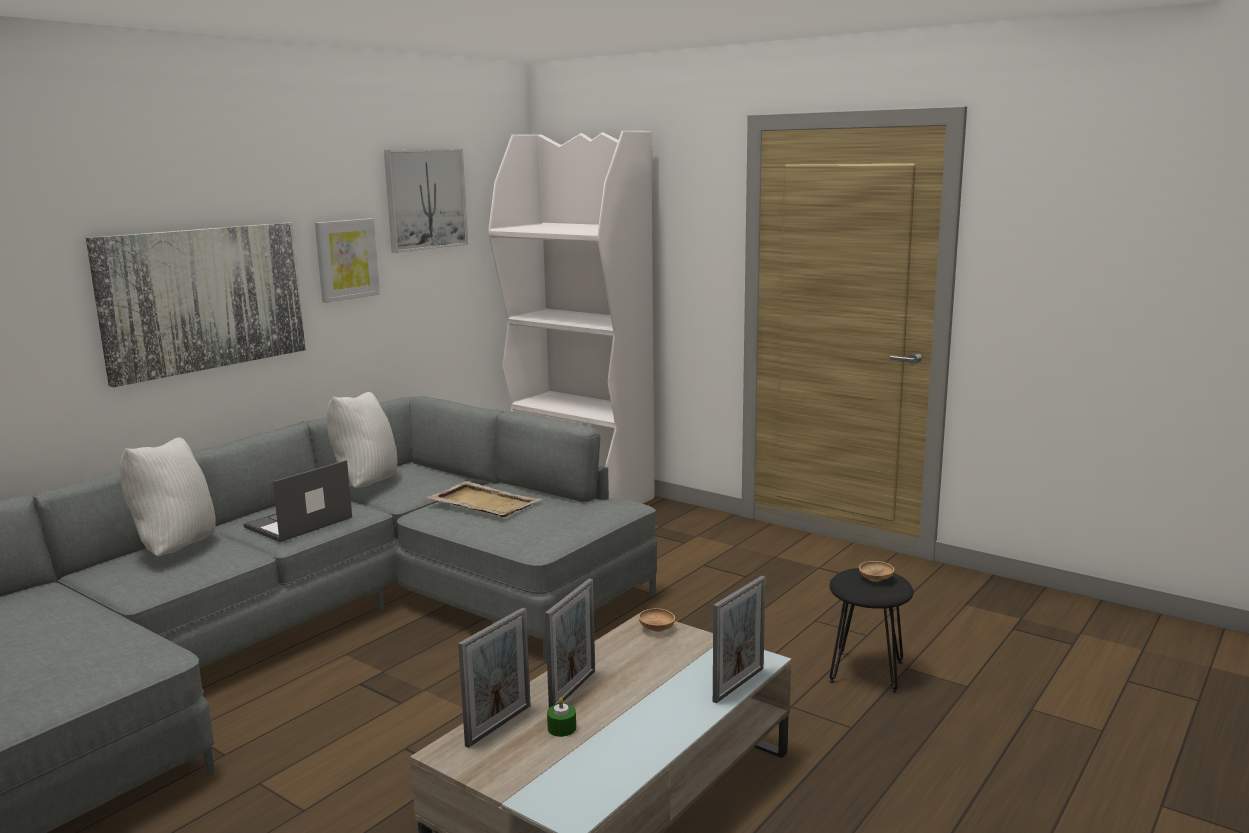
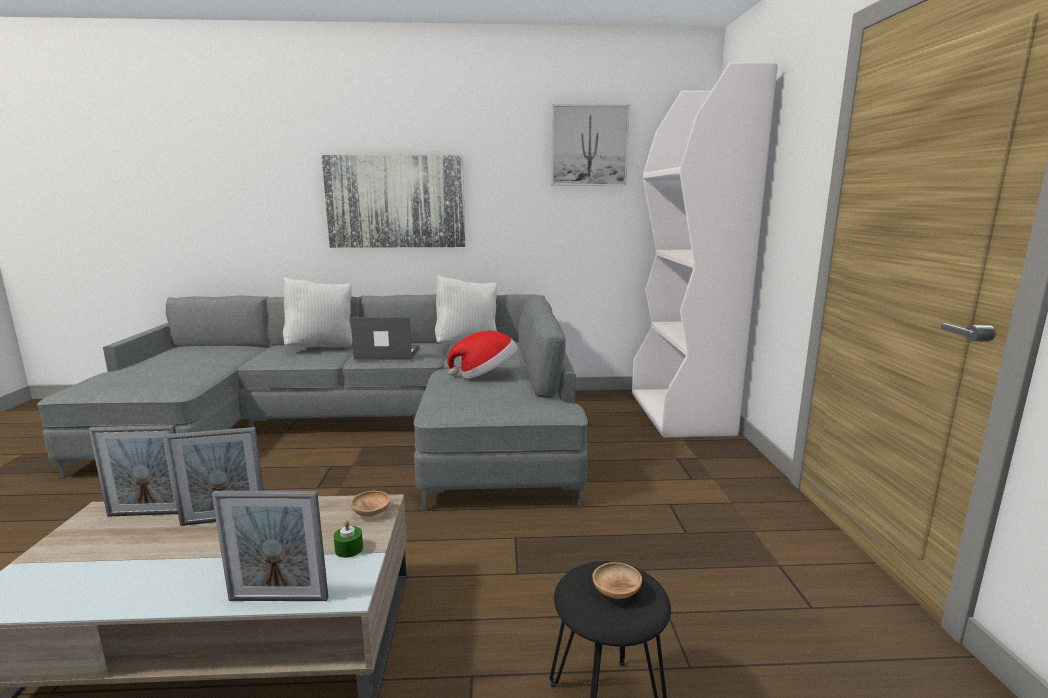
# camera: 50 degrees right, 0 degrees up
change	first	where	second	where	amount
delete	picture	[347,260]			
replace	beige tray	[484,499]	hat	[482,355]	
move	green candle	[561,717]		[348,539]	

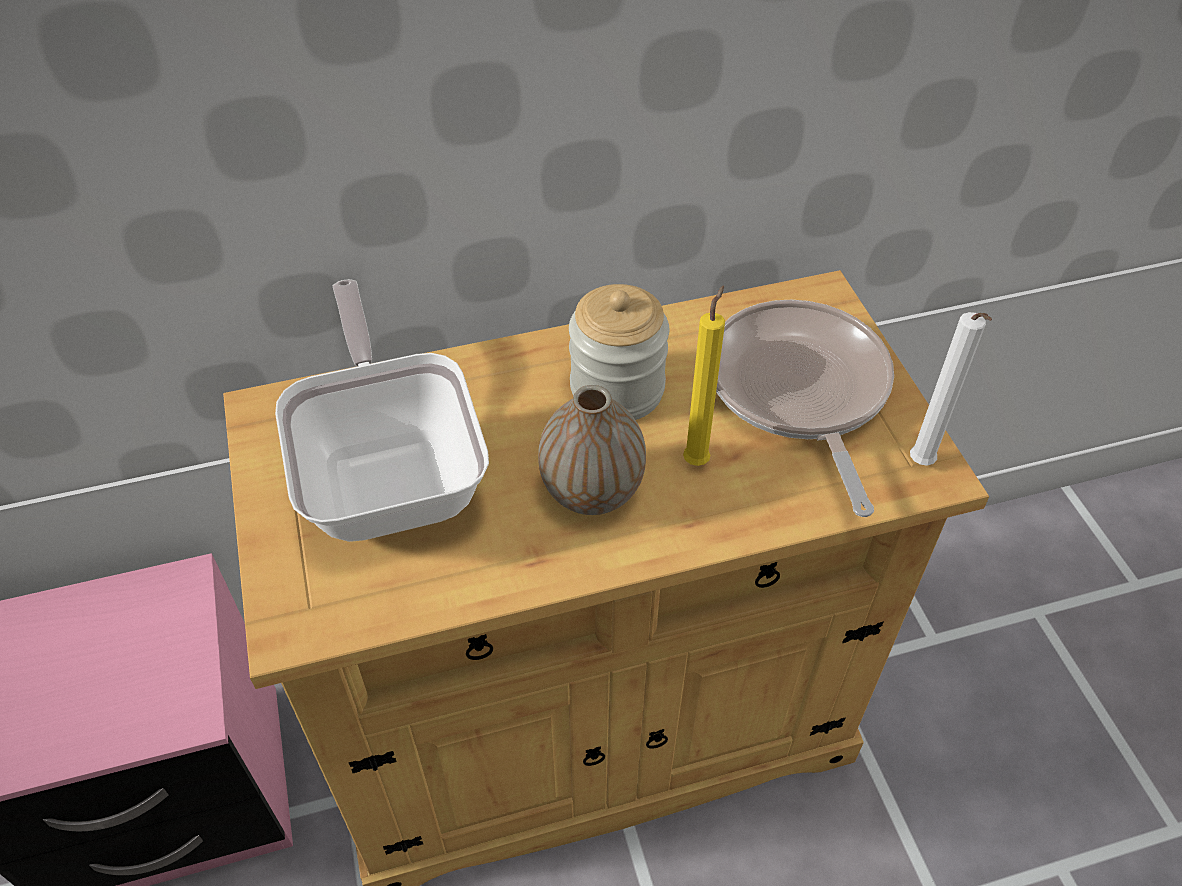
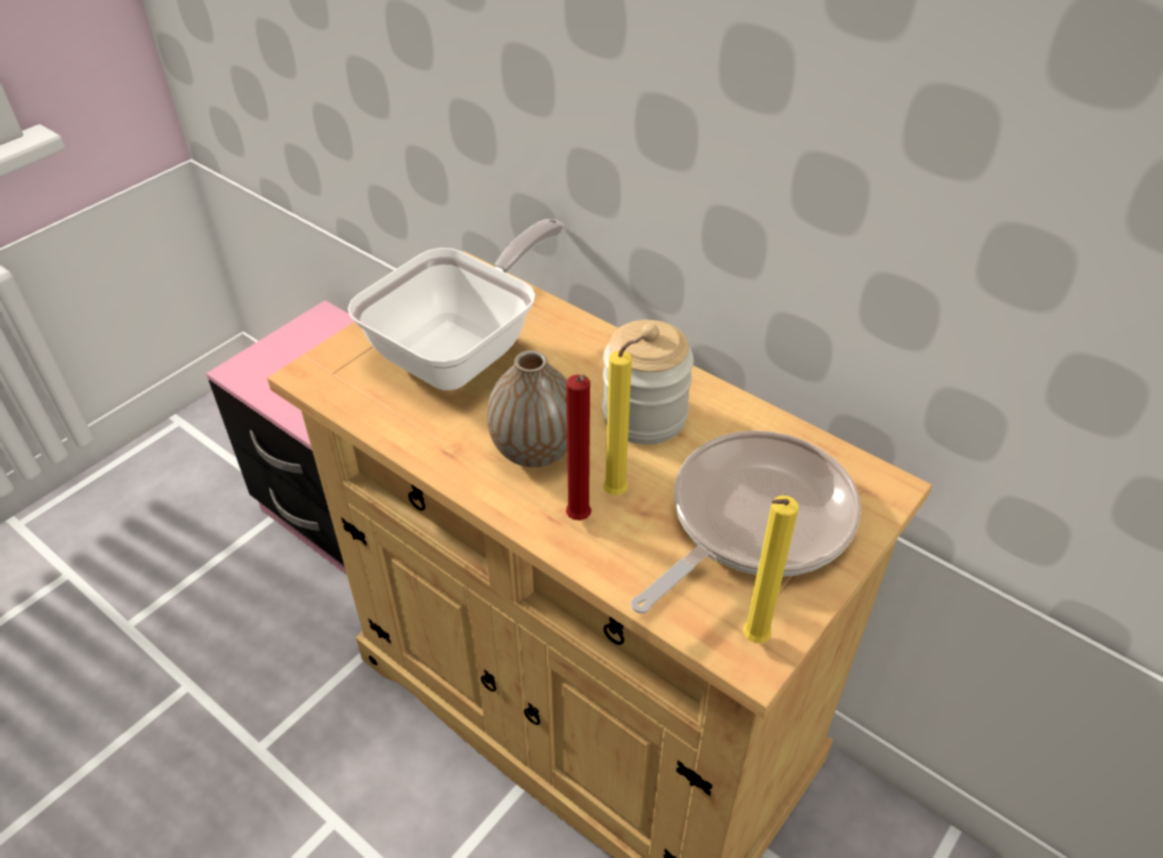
# camera: 55 degrees right, 5 degrees down
change	first	where	second	where	amount
recolor	white candle	[951,389]	yellow candle	[771,569]	
insert			red candle	[579,447]	

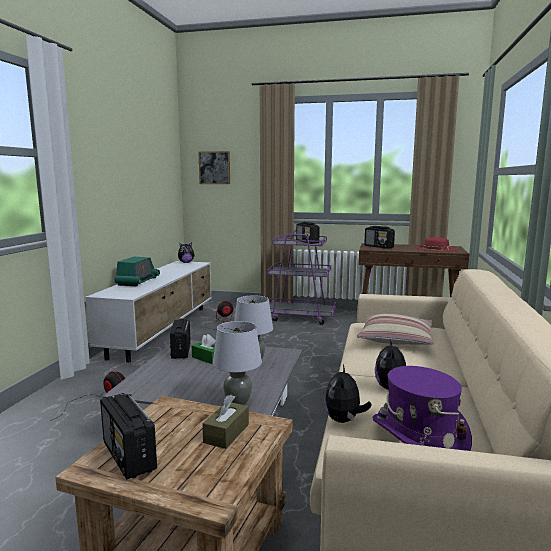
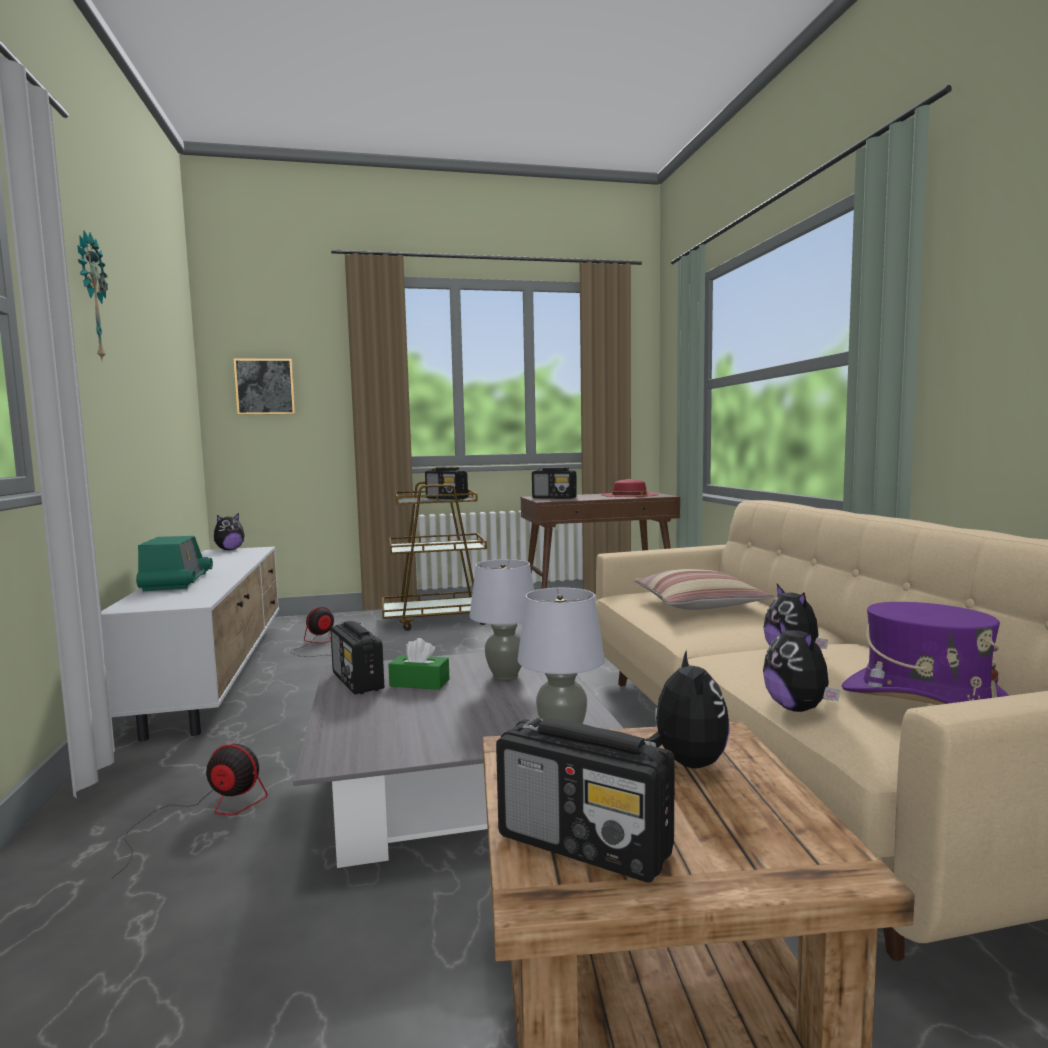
# camera: 25 degrees left, 5 degrees down
change	first	where	second	where	amount
recolor	purple cart	[301,277]	brown cart	[434,556]	
replace	brown tissue box	[225,422]	plush toy	[687,709]	
insert			wall clock	[92,296]	

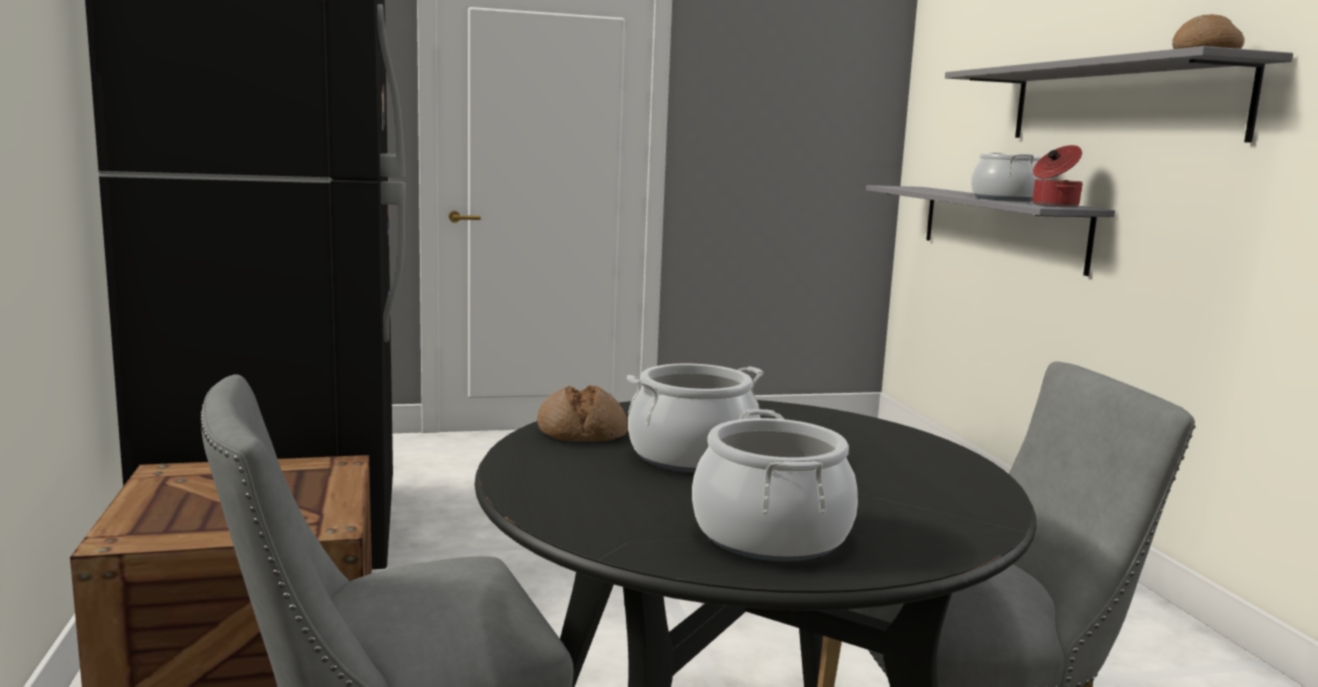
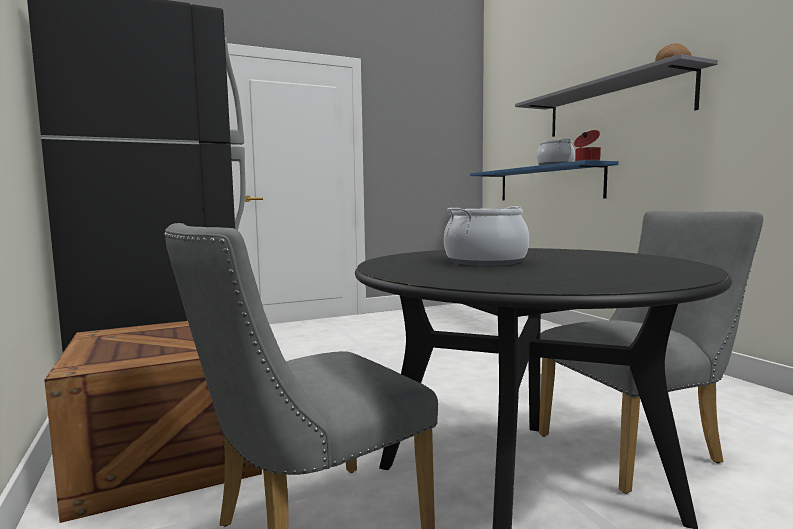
# camera: 10 degrees left, 5 degrees down
change	first	where	second	where	amount
recolor	grey shelf	[990,230]	blue shelf	[544,180]	
delete	bread	[582,413]			
delete	cooking pot	[775,485]			

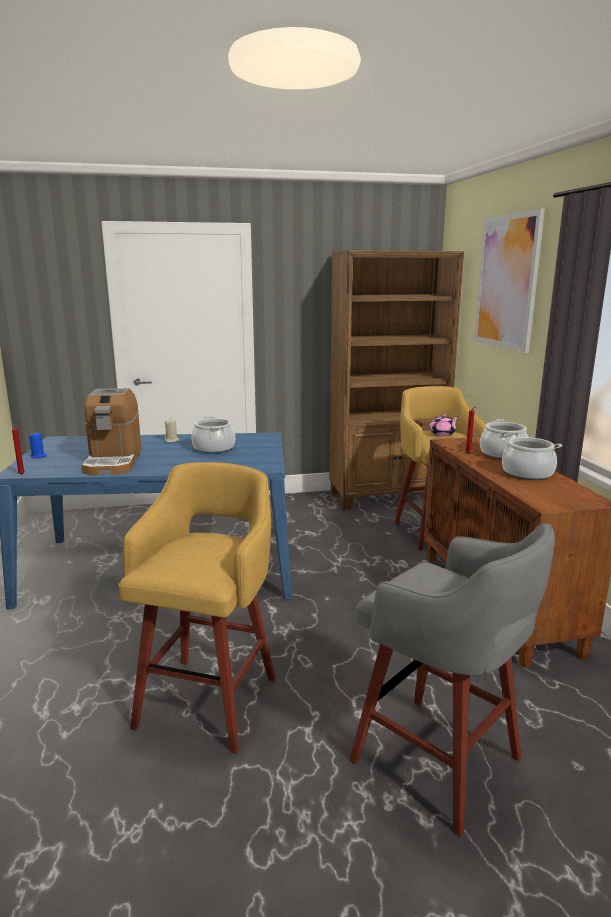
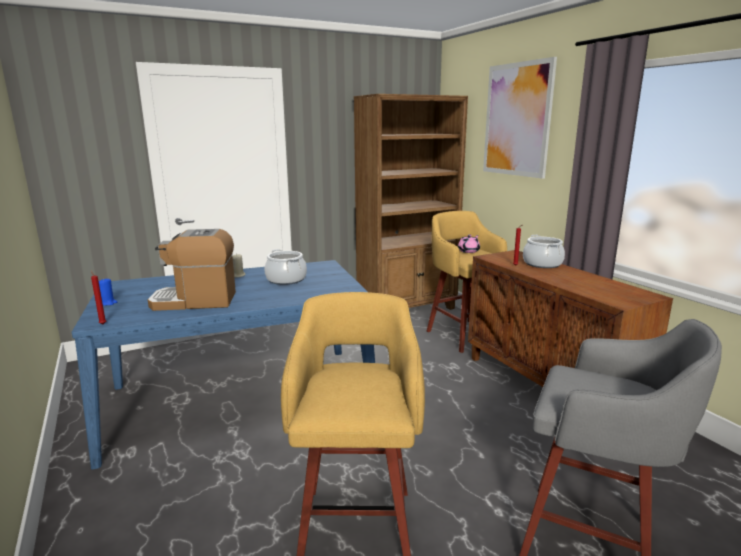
# camera: 15 degrees left, 0 degrees up
change	first	where	second	where	amount
rotate	coffee machine	[112,431]		[192,270]	105 degrees clockwise
delete	cooking pot	[531,458]			

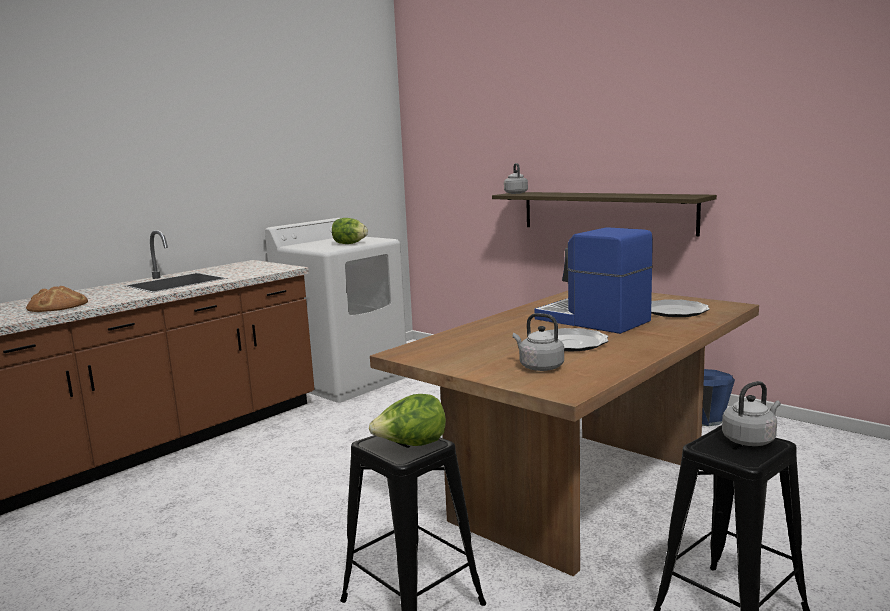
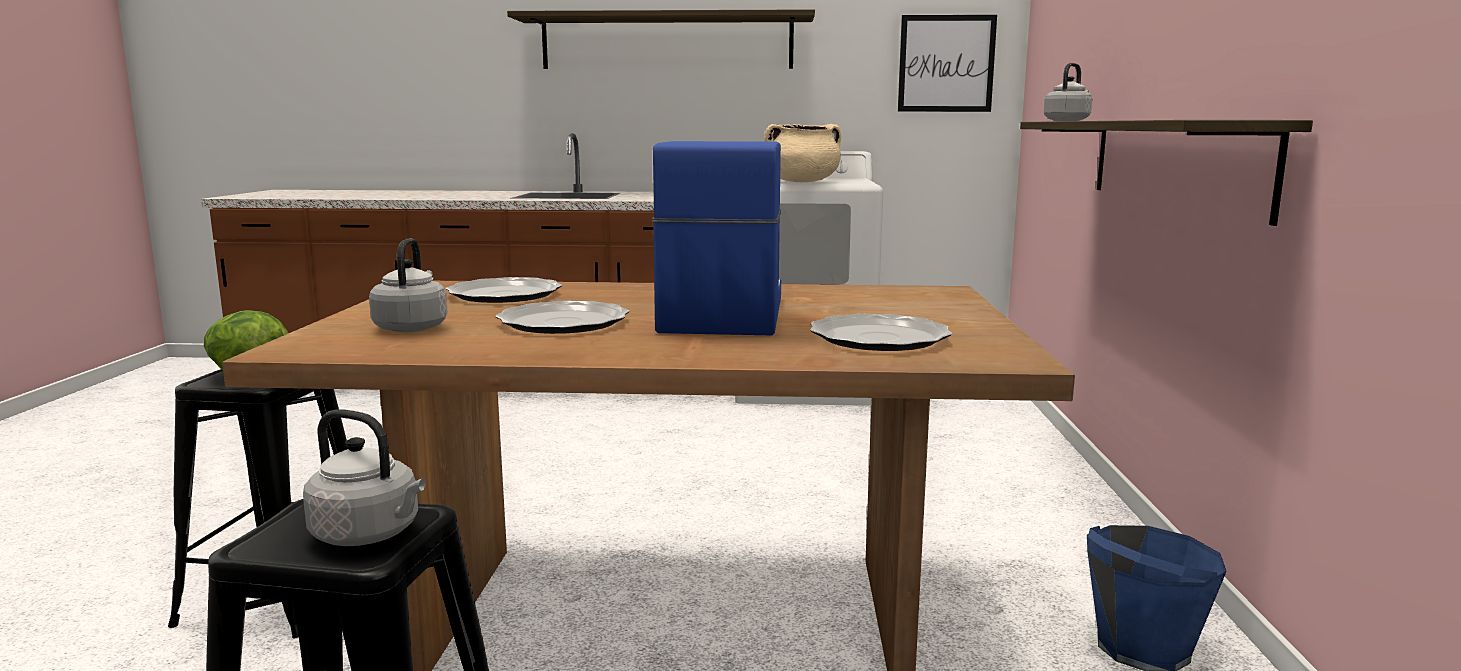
# camera: 50 degrees right, 0 degrees up
change	first	where	second	where	amount
replace	lettuce	[350,231]	beige cooking pot	[803,153]	
delete	bread	[57,299]			
insert			shelf	[661,39]	
insert			picture	[947,63]	
insert			plate	[504,290]	

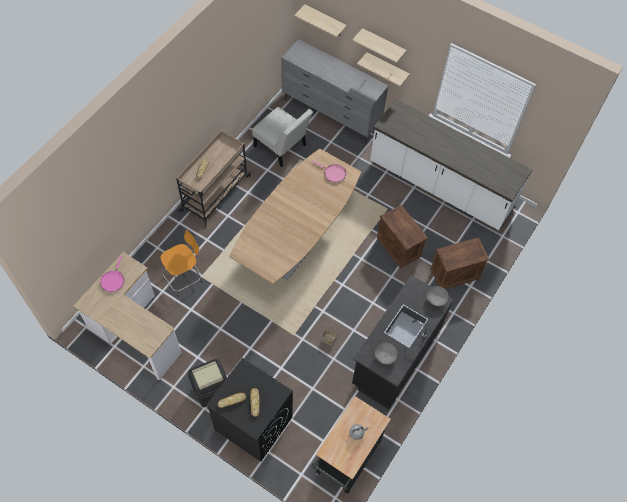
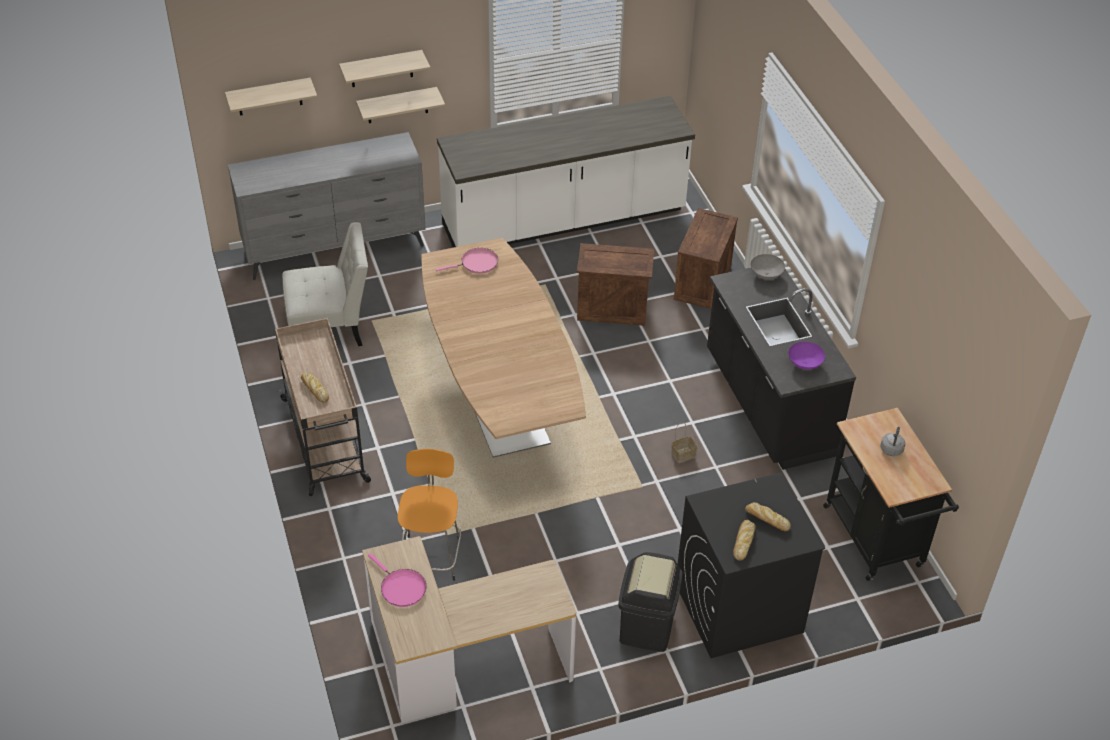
# camera: 50 degrees left, 15 degrees down
change	first	where	second	where	amount
recolor	grey bowl	[386,353]	purple bowl	[806,356]	

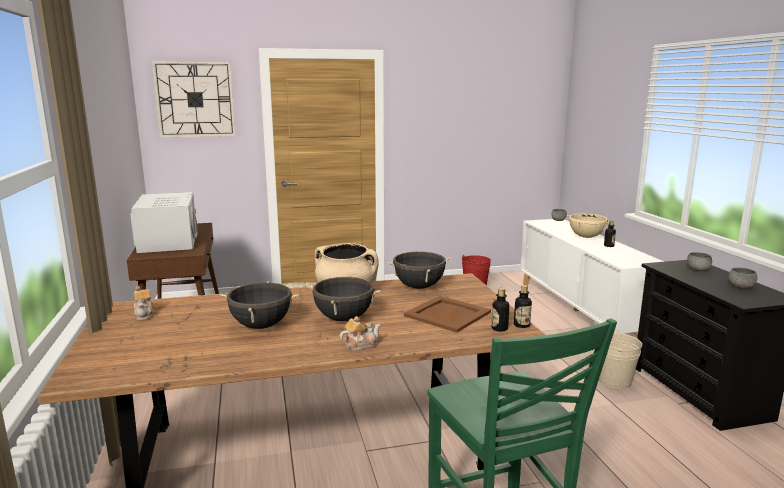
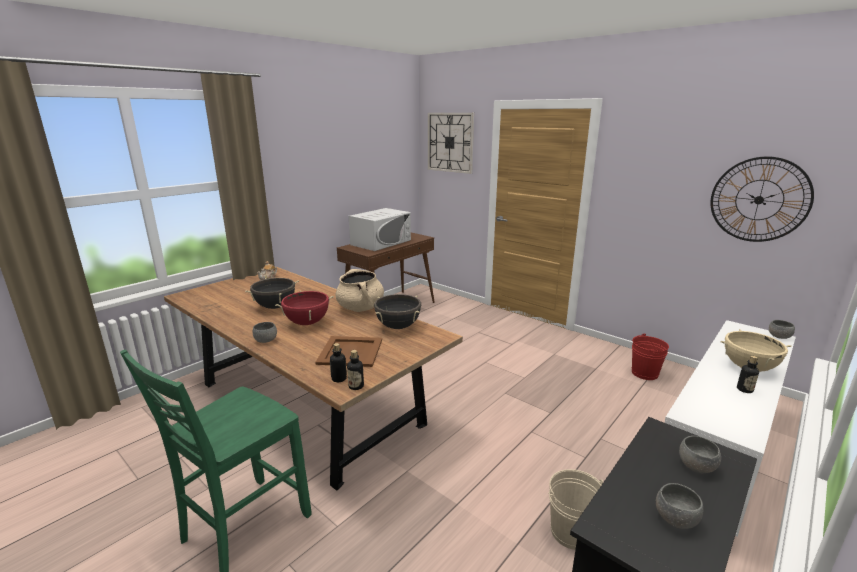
# camera: 55 degrees right, 5 degrees up
change	first	where	second	where	amount
recolor	black cooking pot	[344,298]	red cooking pot	[304,308]	
replace	teapot	[360,333]	grey bowl	[265,332]	
insert			wall clock	[762,199]	

